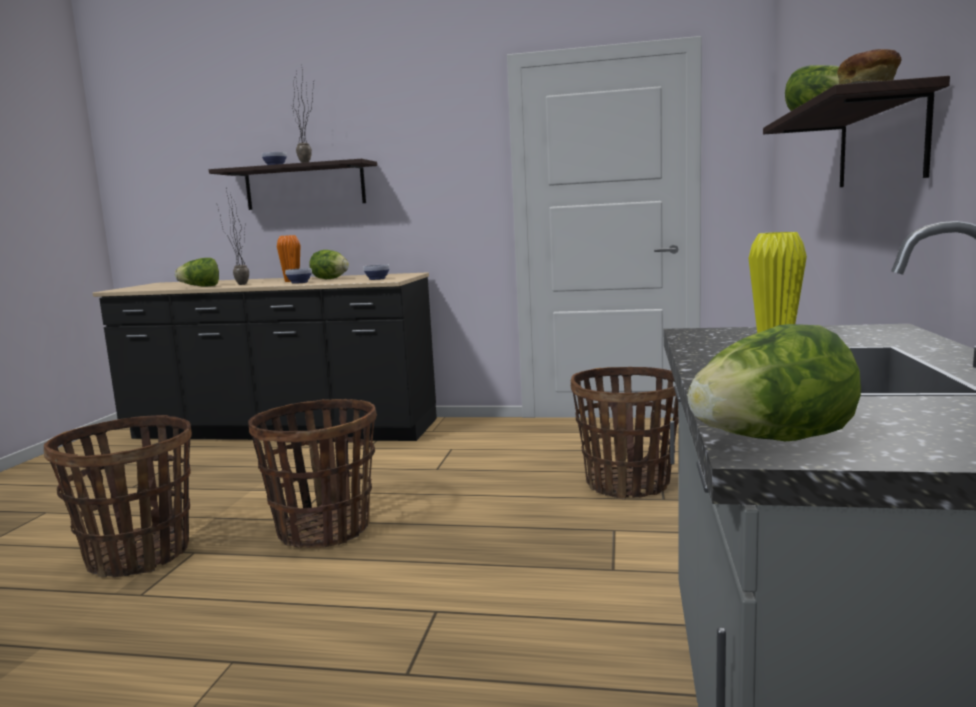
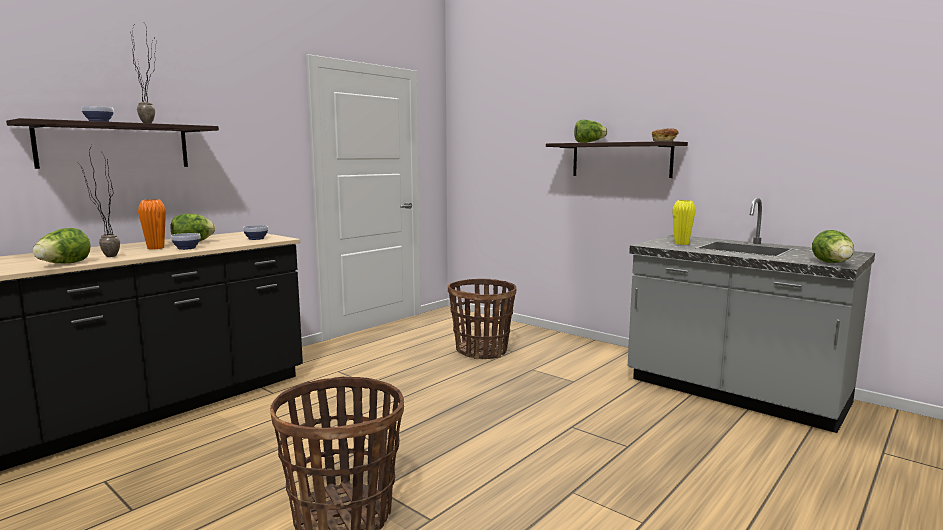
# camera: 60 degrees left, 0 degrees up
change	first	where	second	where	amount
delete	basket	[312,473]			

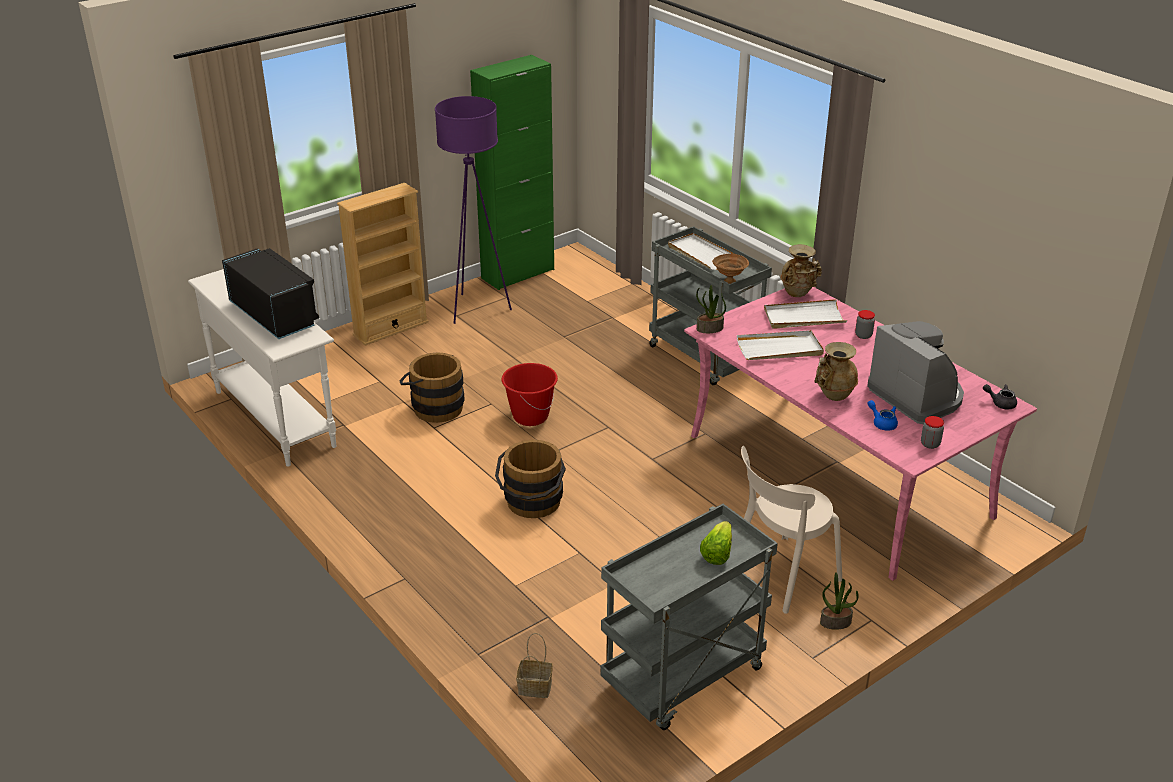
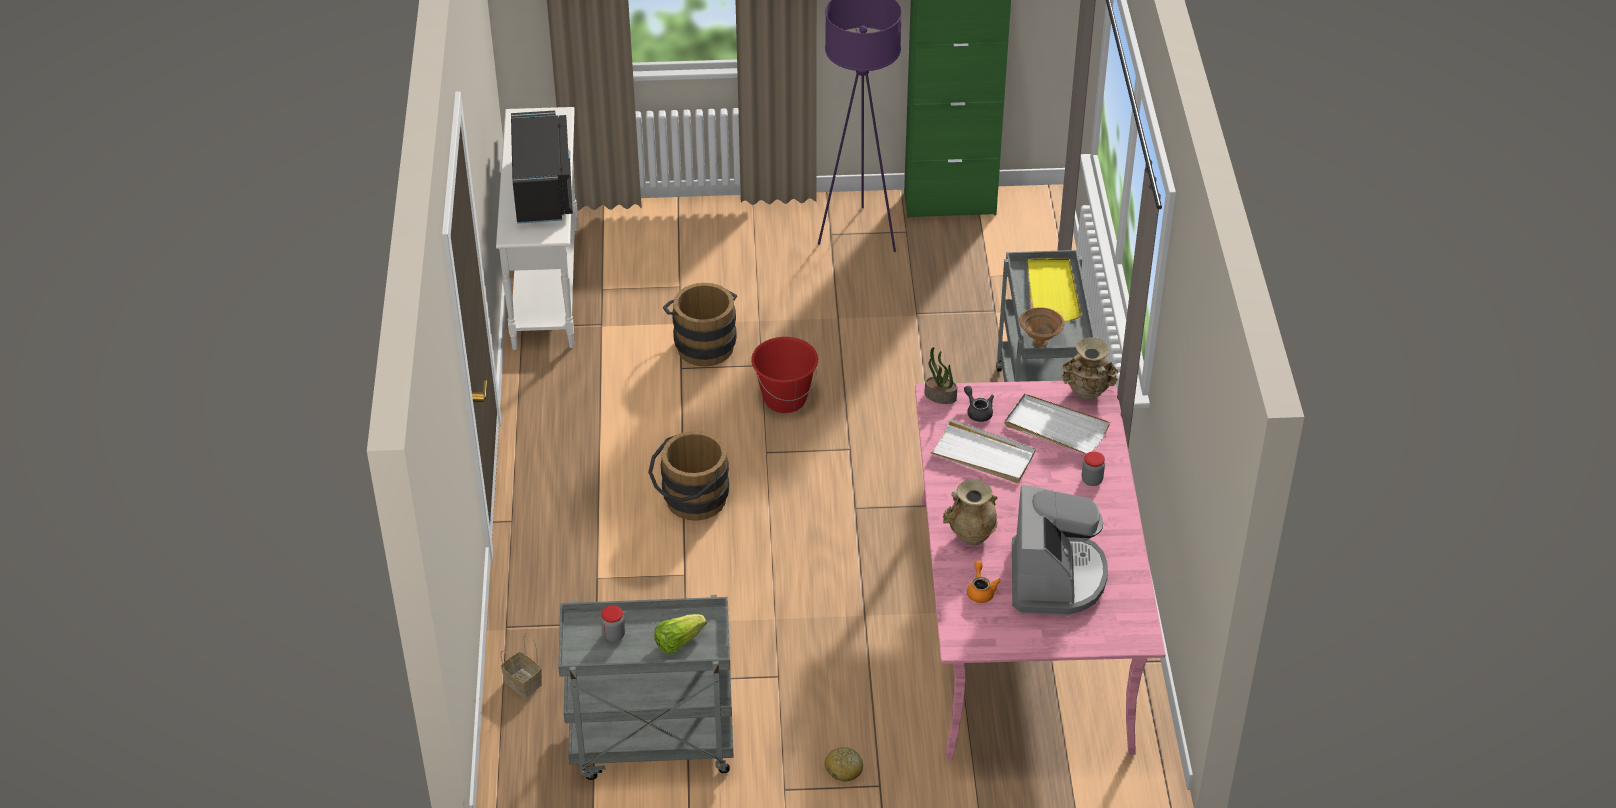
# camera: 35 degrees right, 10 degrees up
change	first	where	second	where	amount
delete	beige bookcase	[383,264]			
recolor	white tray	[701,251]	yellow tray	[1054,289]	
move	grey teapot	[1000,396]		[979,404]	
recolor	blue teapot	[882,415]	orange teapot	[984,582]	
move	jar	[932,432]		[613,623]	
delete	beige chair	[791,530]			
replace	potted plant	[839,601]	bread	[843,764]	

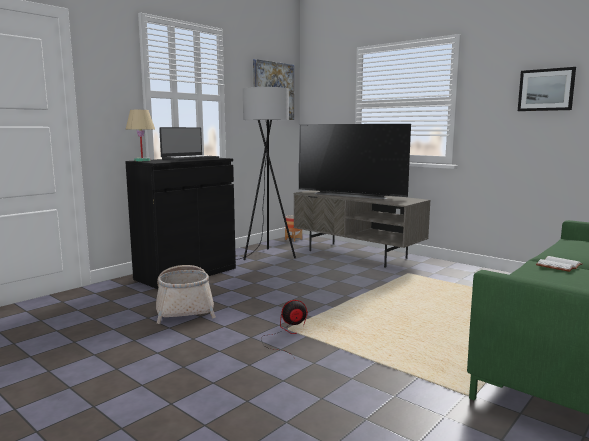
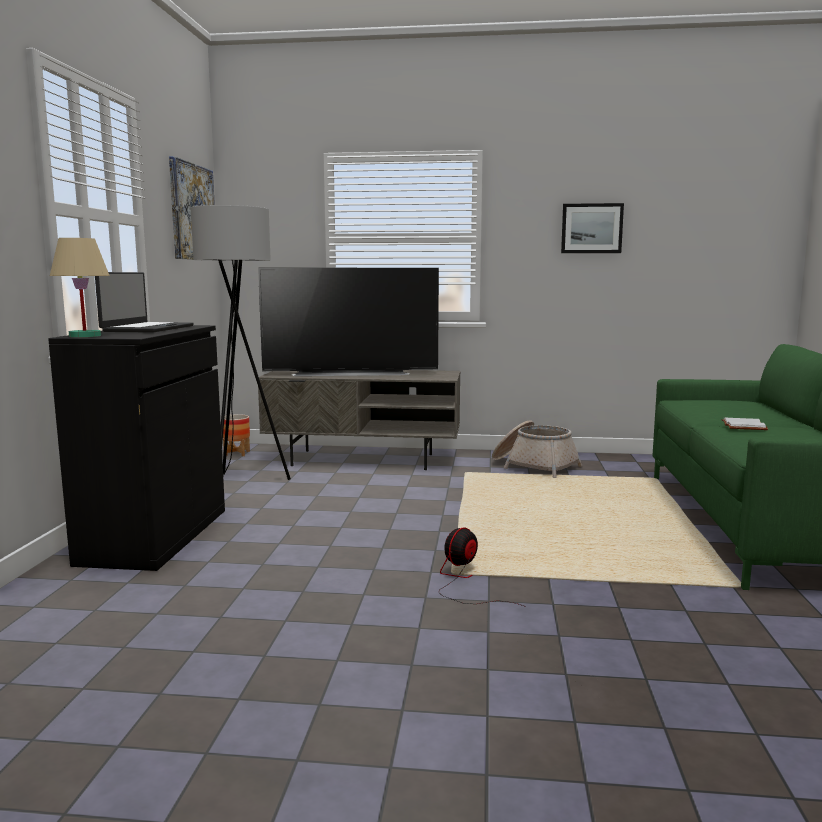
# camera: 35 degrees left, 0 degrees up
change	first	where	second	where	amount
move	basket	[186,294]		[537,449]	

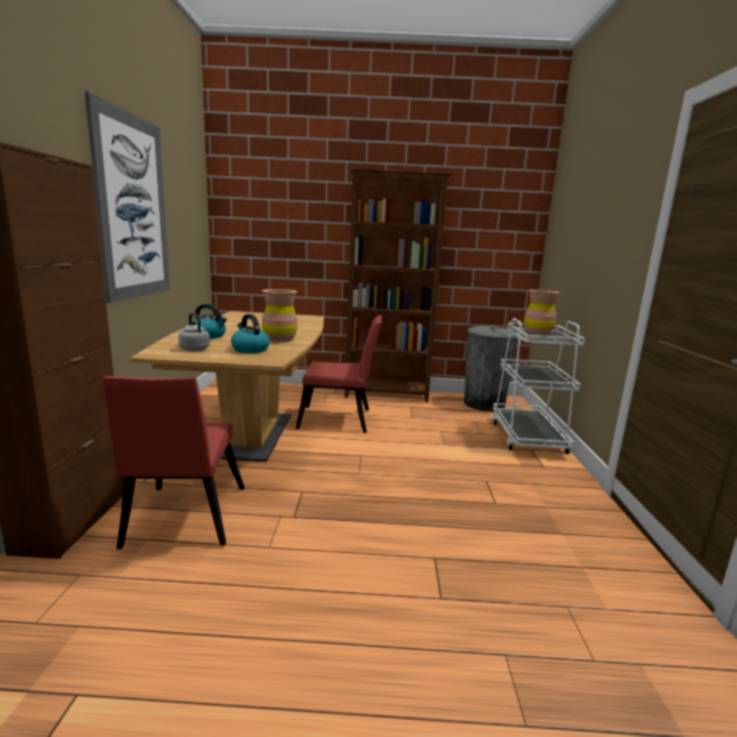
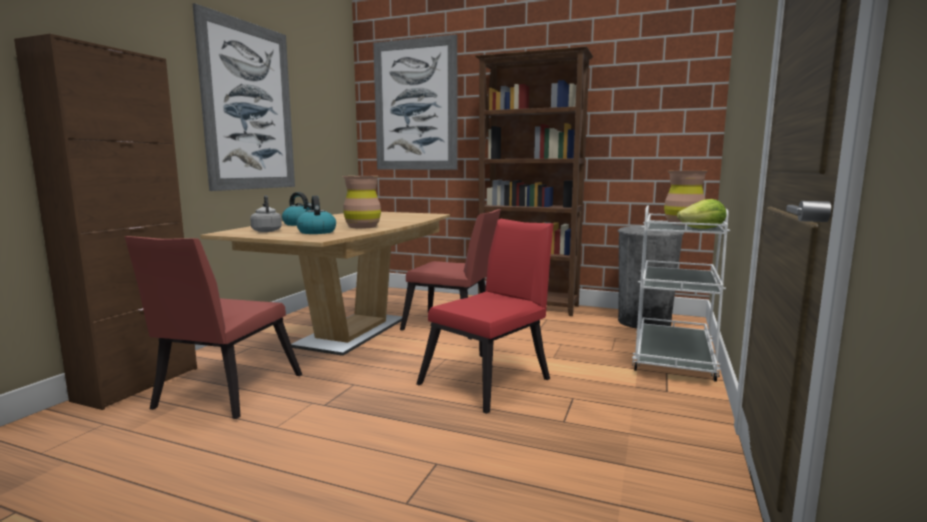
# camera: 20 degrees right, 5 degrees down
change	first	where	second	where	amount
insert			picture	[415,102]	
insert			lettuce	[701,214]	
insert			red chair	[485,316]	

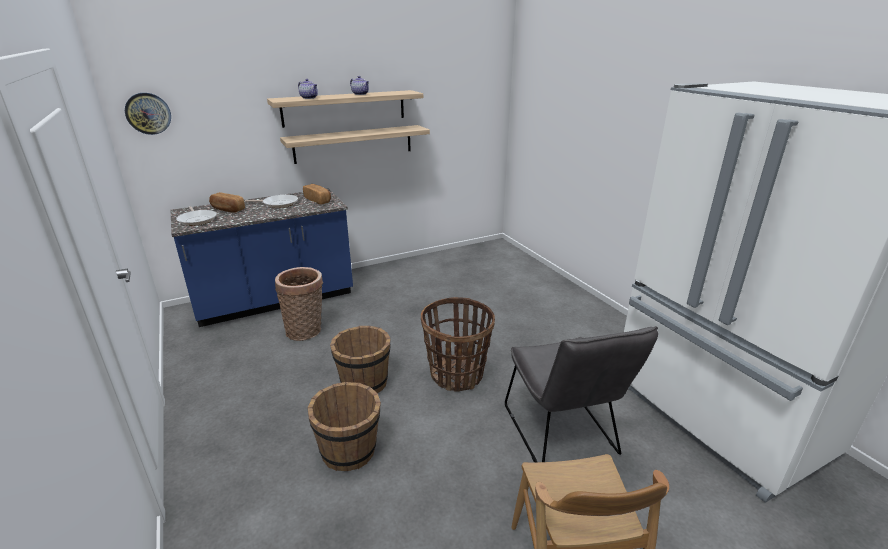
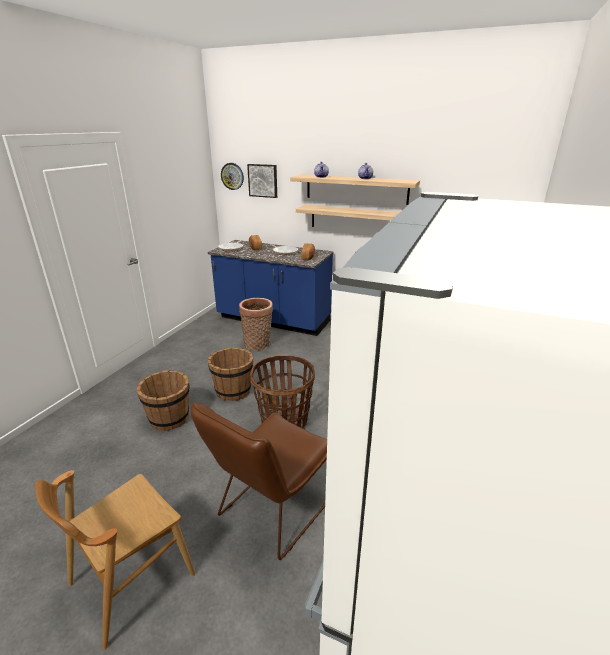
# camera: 50 degrees right, 0 degrees up
change	first	where	second	where	amount
recolor	grey chair	[581,394]	brown chair	[259,480]	
insert			picture	[262,181]	

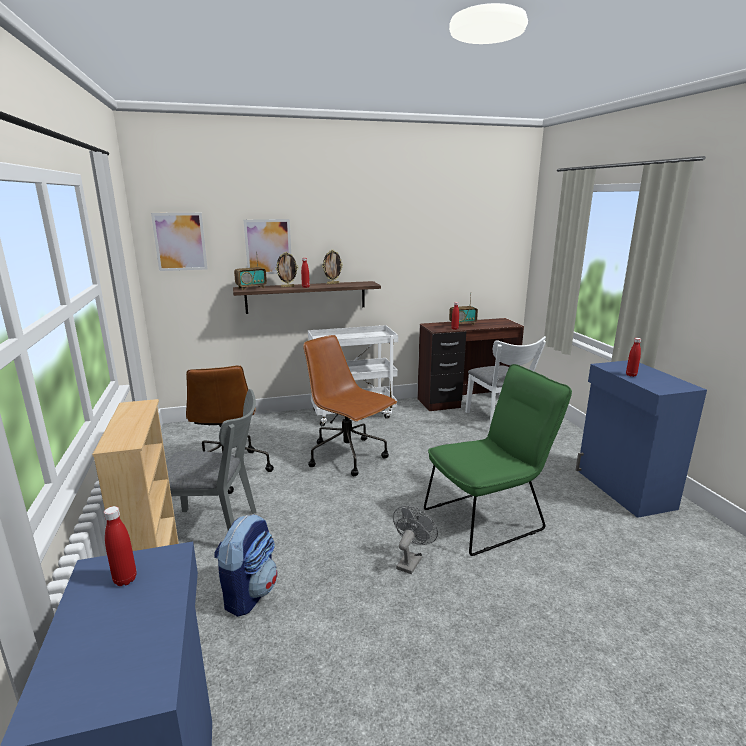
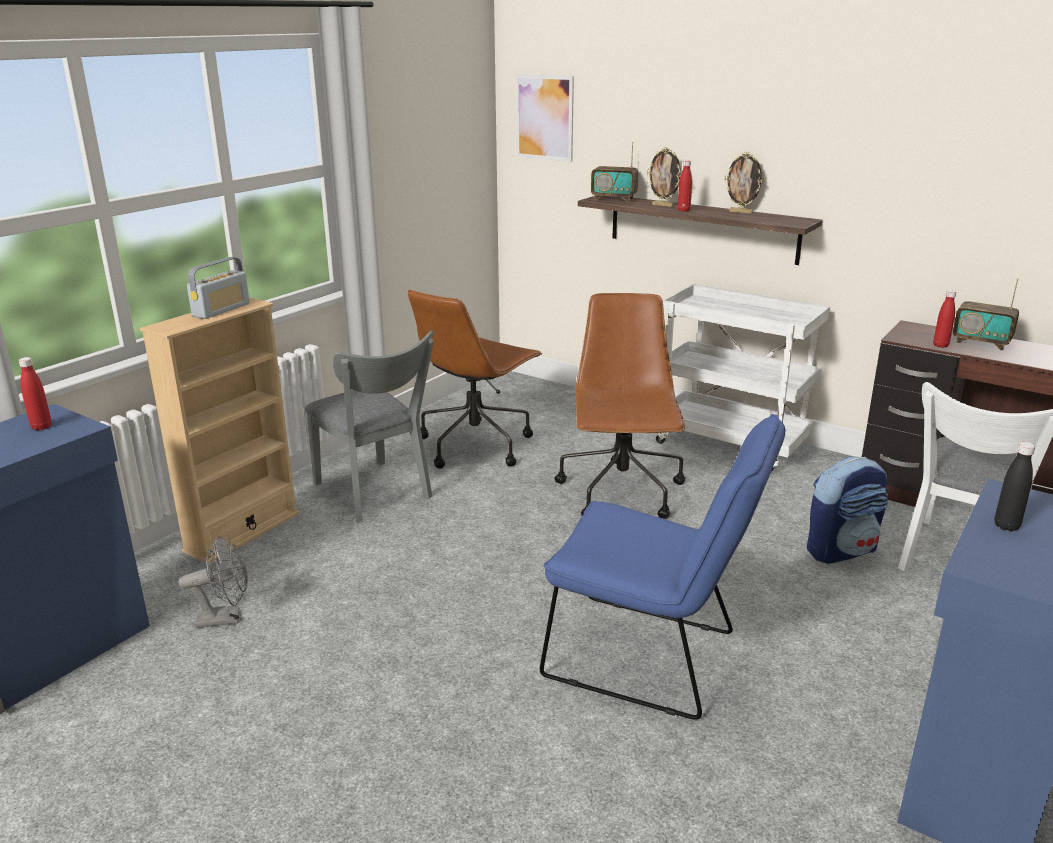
# camera: 50 degrees right, 5 degrees up
change	first	where	second	where	amount
delete	picture	[267,246]			
recolor	red bottle	[633,357]	black bottle	[1015,486]	
recolor	green chair	[498,460]	blue chair	[662,567]	
move	grey fan	[415,540]		[213,582]	
move	backpack	[245,565]		[847,510]	
insert			radio	[218,288]	

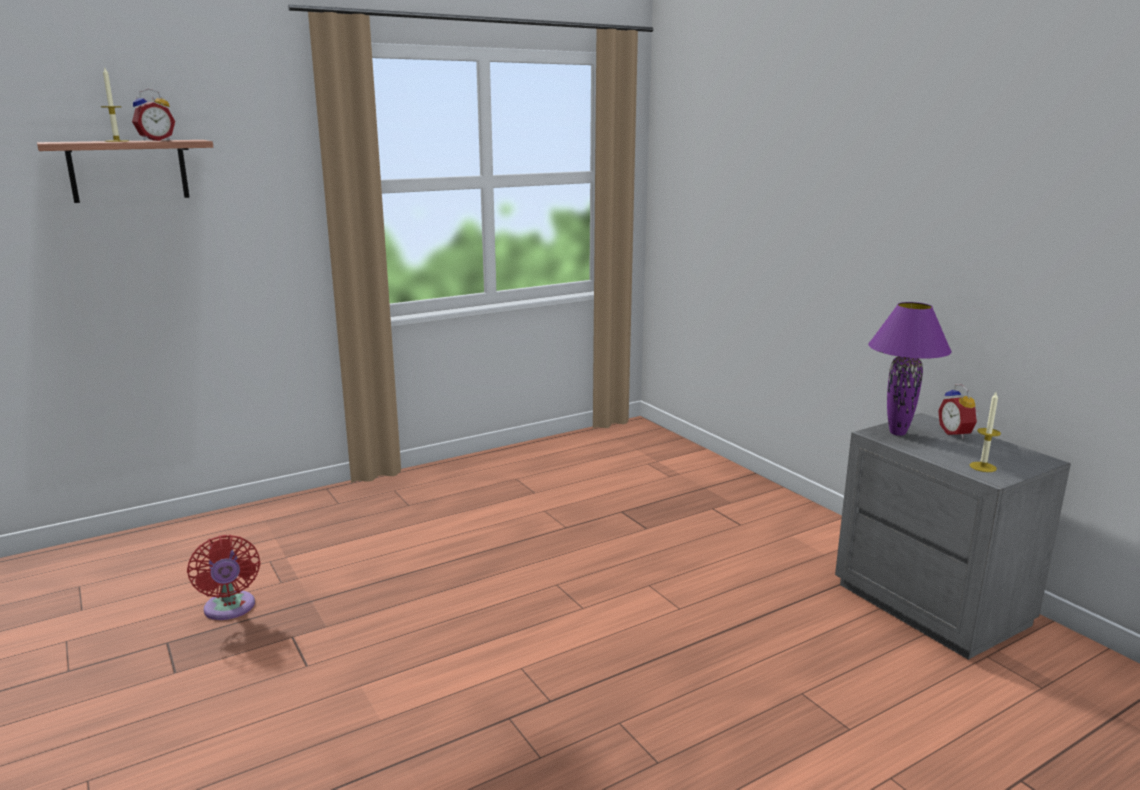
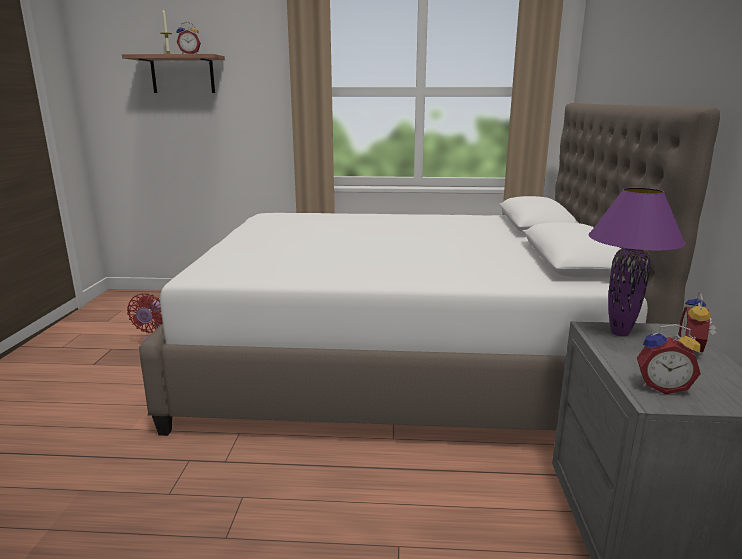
# camera: 35 degrees right, 0 degrees up
change	first	where	second	where	amount
replace	candle	[985,432]	alarm clock	[669,359]	
insert			white bed	[429,269]	

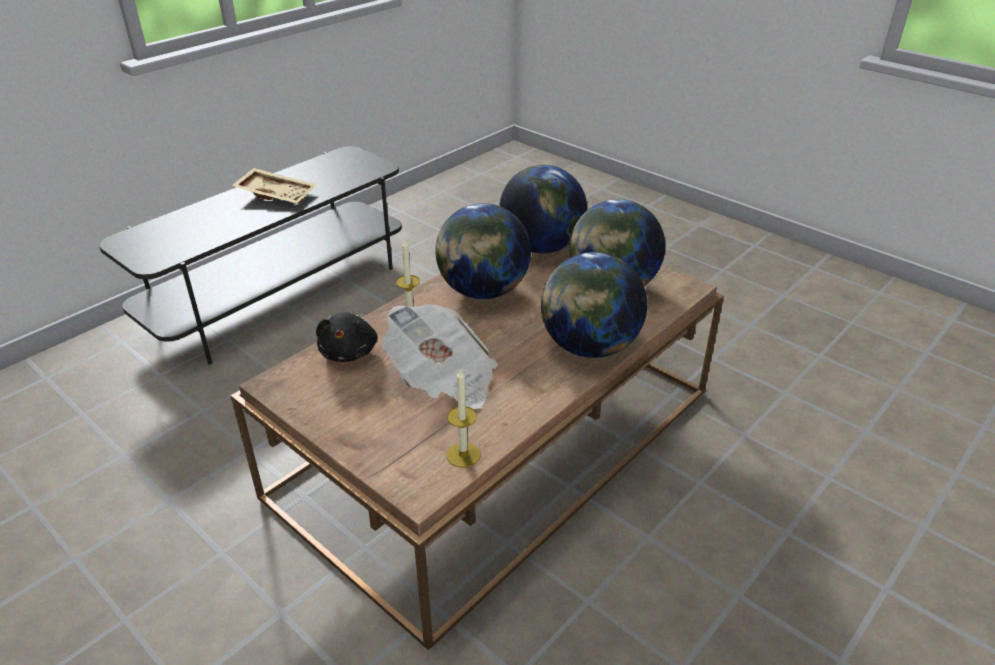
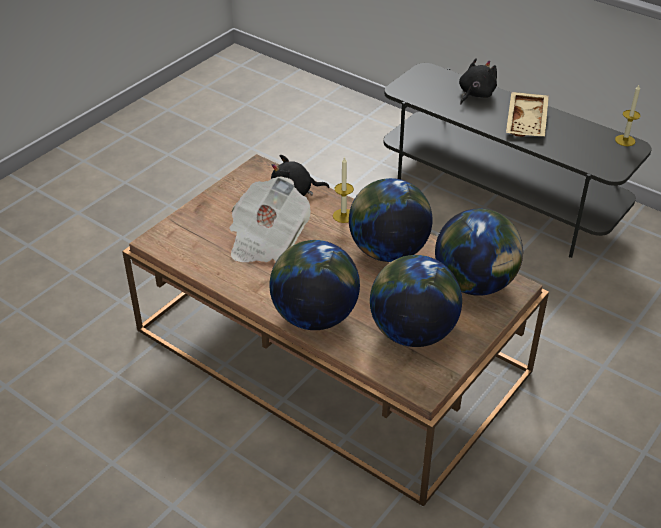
# camera: 85 degrees right, 5 degrees up
change	first	where	second	where	amount
move	candle	[463,418]		[627,115]	
insert			black plush toy	[478,81]	

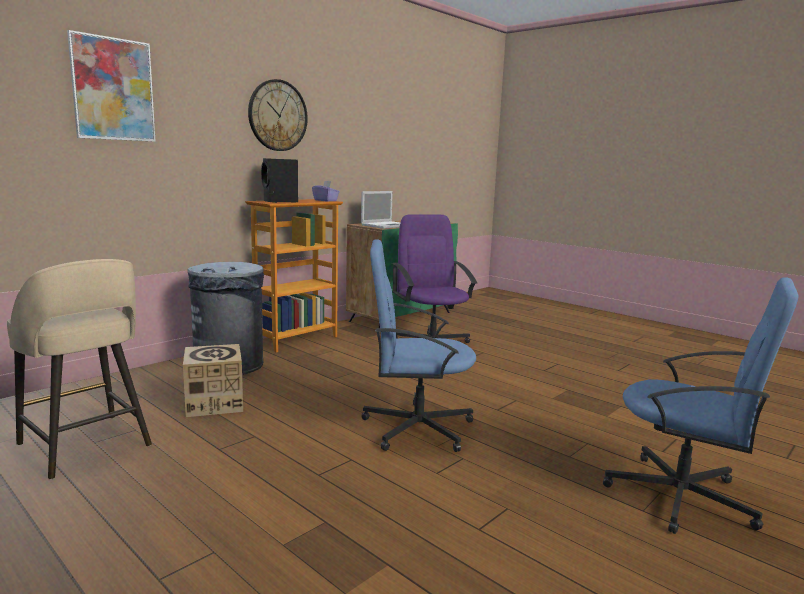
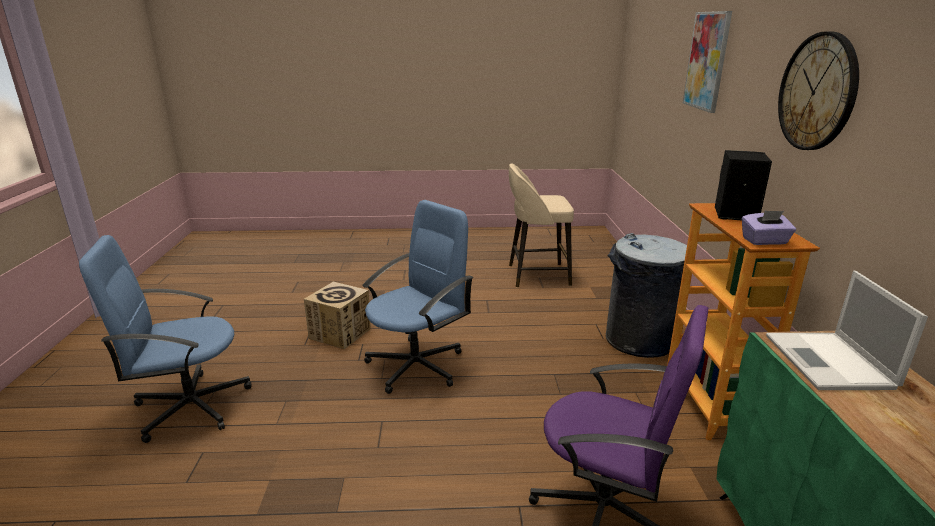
# camera: 135 degrees right, 10 degrees up
change	first	where	second	where	amount
move	cardboard box	[213,380]		[337,315]	

